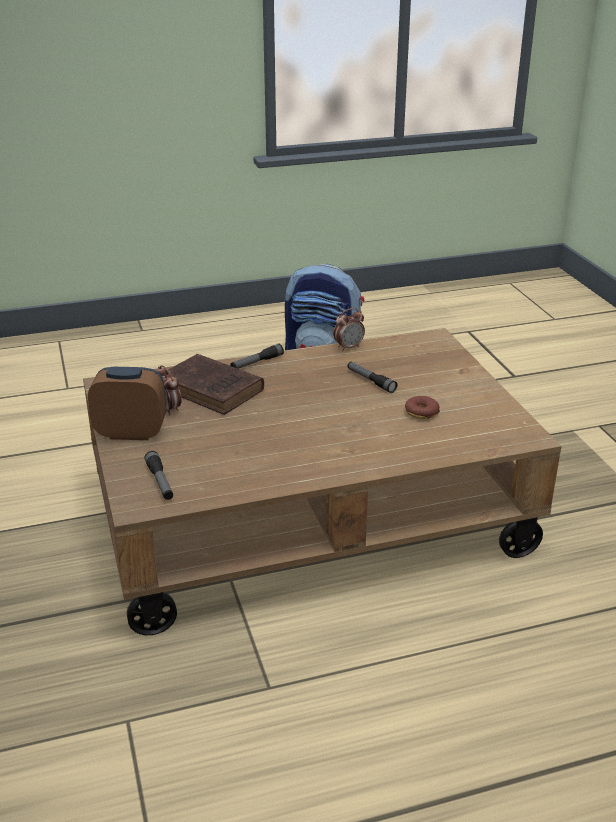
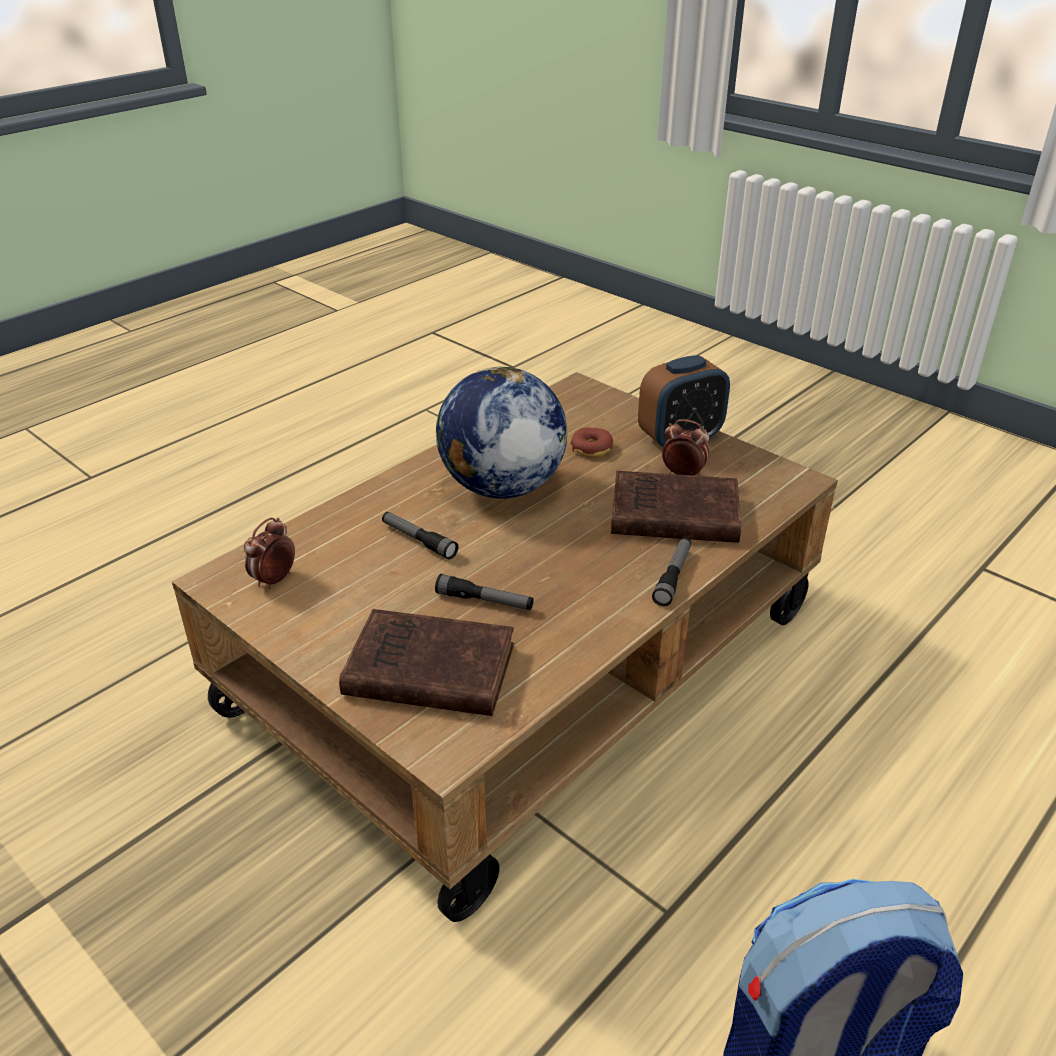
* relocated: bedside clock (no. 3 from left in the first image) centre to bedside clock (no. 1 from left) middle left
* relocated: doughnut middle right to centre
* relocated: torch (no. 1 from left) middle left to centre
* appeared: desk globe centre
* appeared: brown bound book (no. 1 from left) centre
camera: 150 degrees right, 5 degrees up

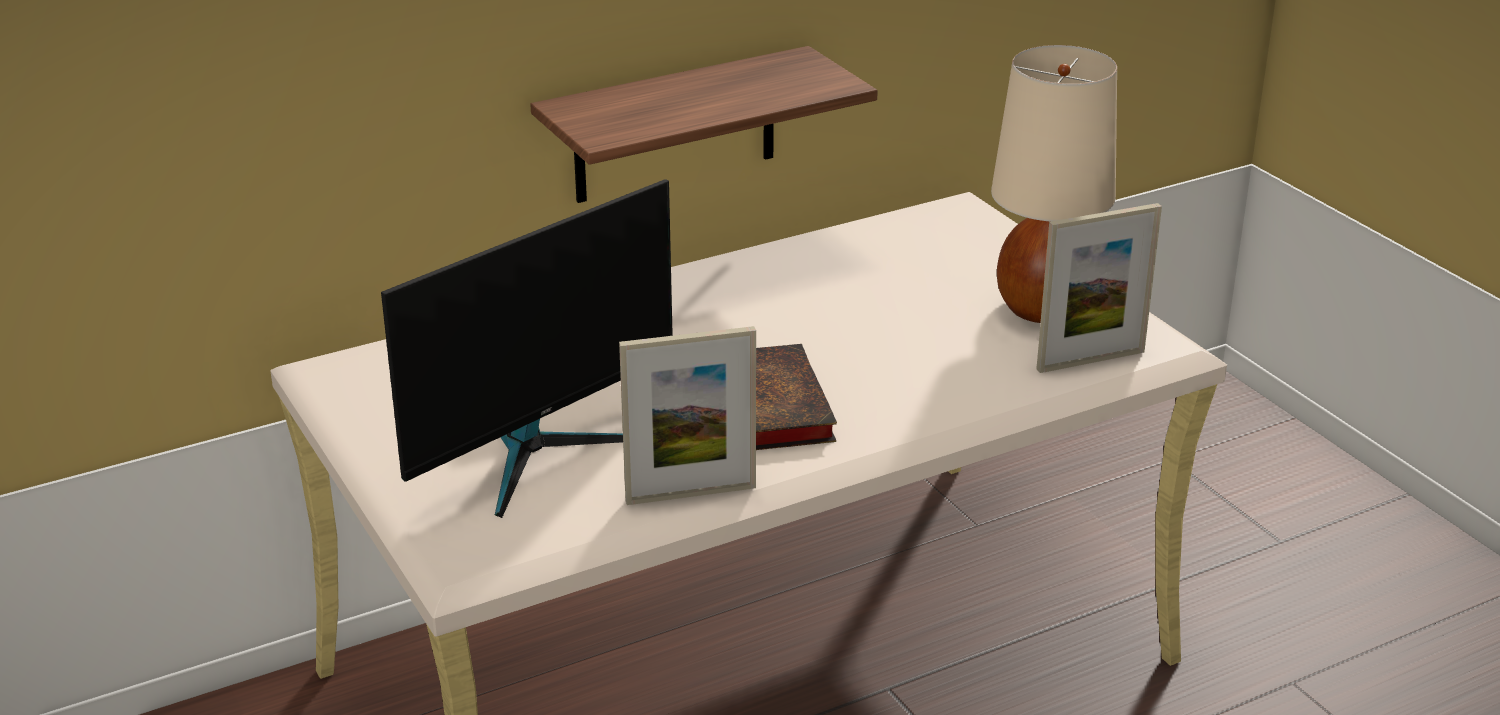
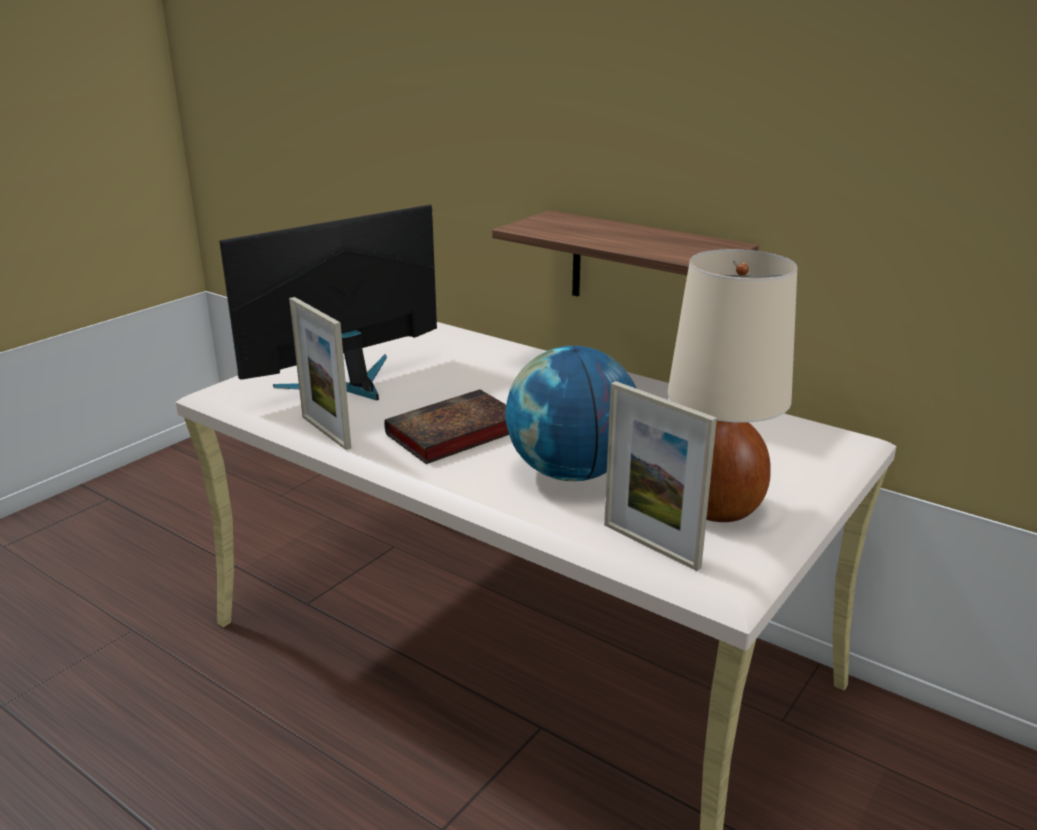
* spun: computer display centre = middle left 120 degrees clockwise
* appeared: desk globe centre
camera: 65 degrees right, 5 degrees down

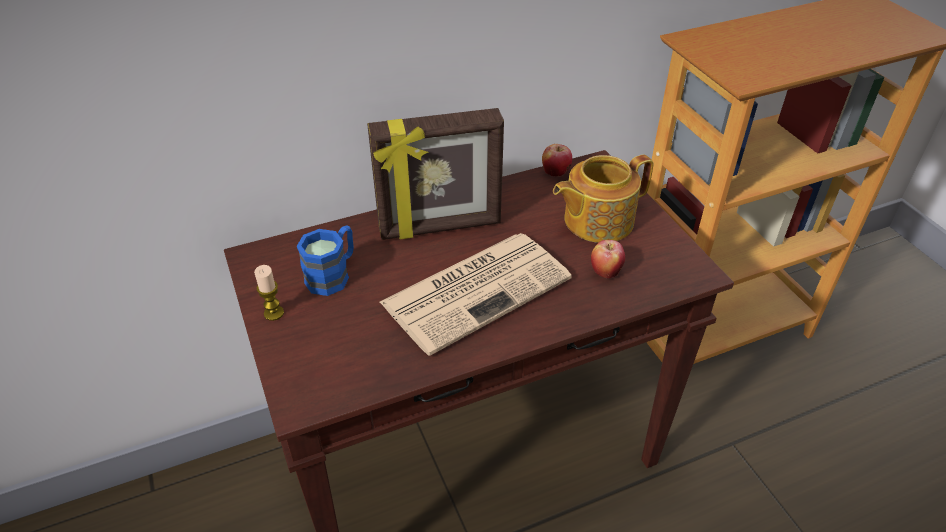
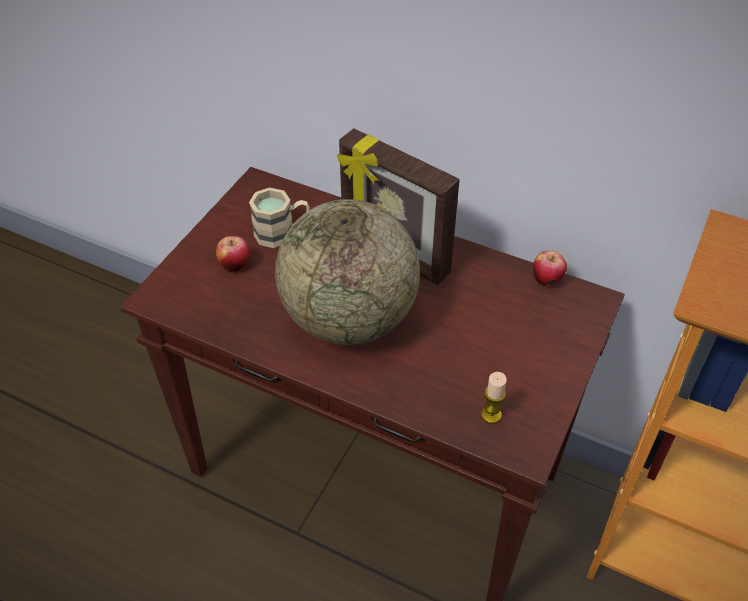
* missing: pot for tea centre
* colour: bluish tea mug centre to beige-coloured tea mug centre
* exchanged: printed paper centre to desk globe centre
* relocated: apple (no. 2 from left in the first image) centre to apple (no. 1 from left) middle left
* relocated: candle middle left to centre
camera: 50 degrees right, 5 degrees up

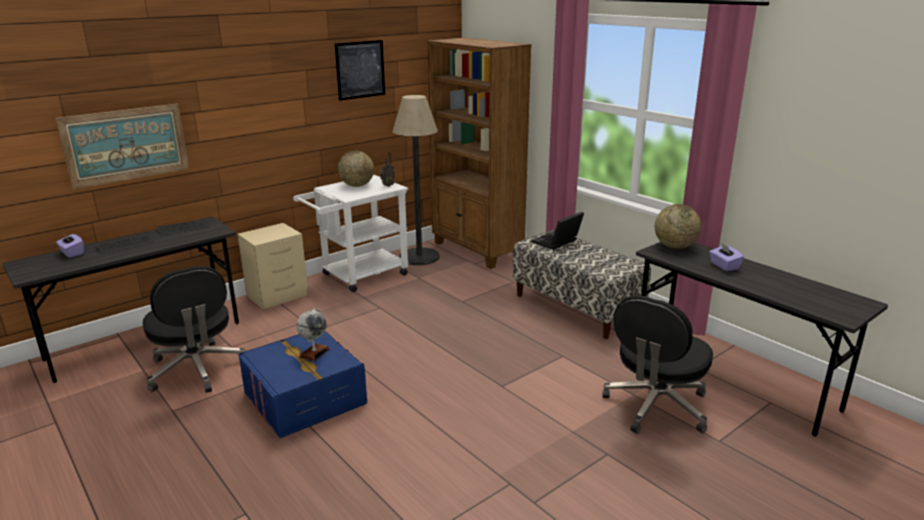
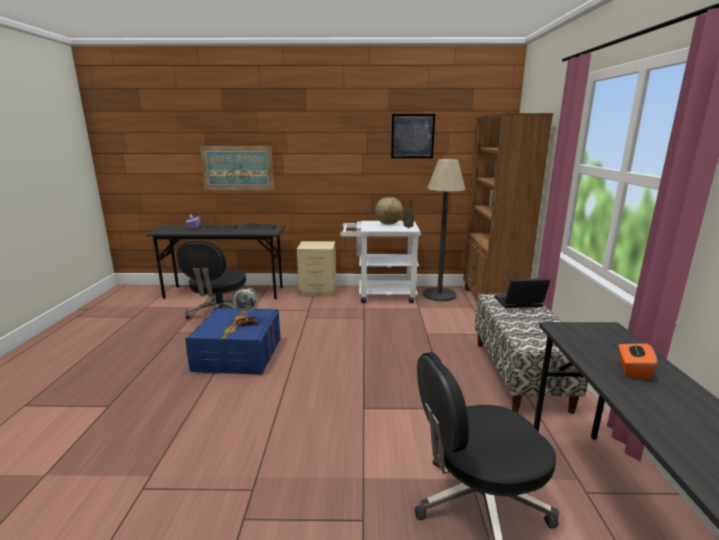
* missing: desk globe (no. 3 from left) middle right
* colour: purple box of tissues (no. 2 from left) middle right to orangey box of tissues bottom right
camera: 40 degrees right, 5 degrees down

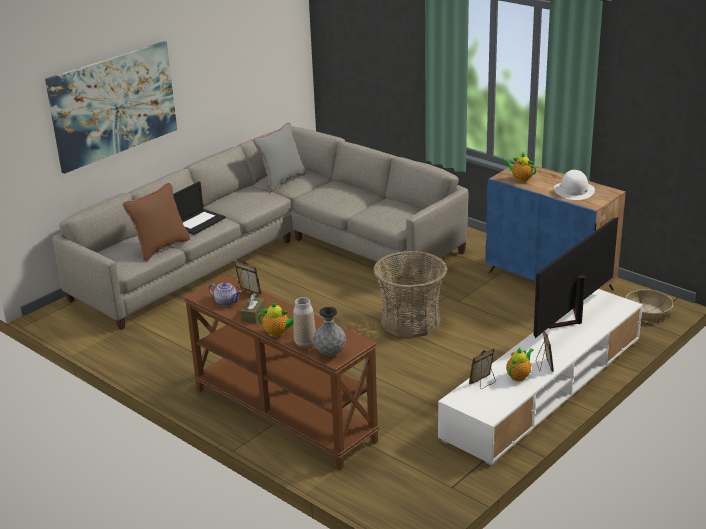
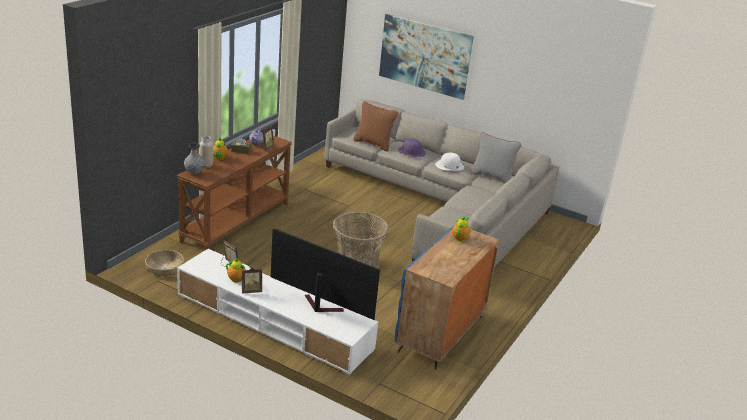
* relocated: whitish clothing hat middle right to centre
* exchanged: laptop middle left to purple clothing hat centre
* relocated: household basket (no. 2 from left in the first image) middle right to household basket (no. 1 from left) middle left
camera: 75 degrees right, 0 degrees up

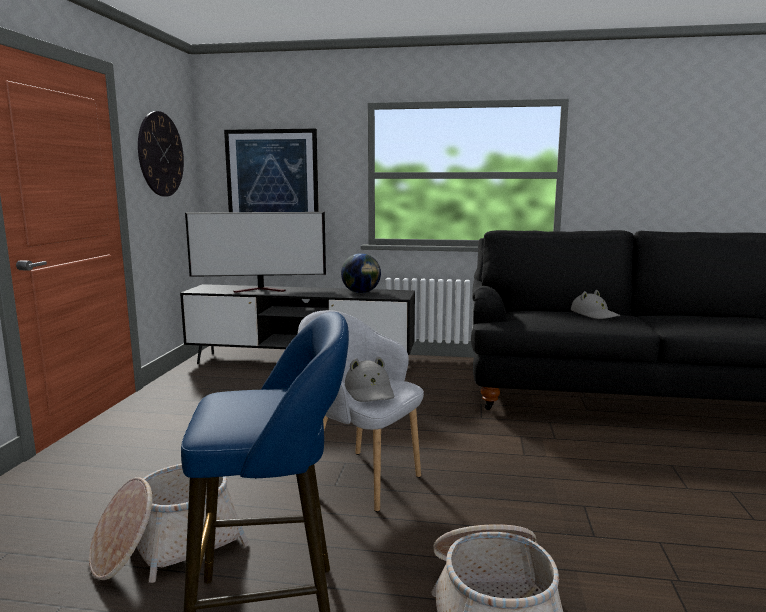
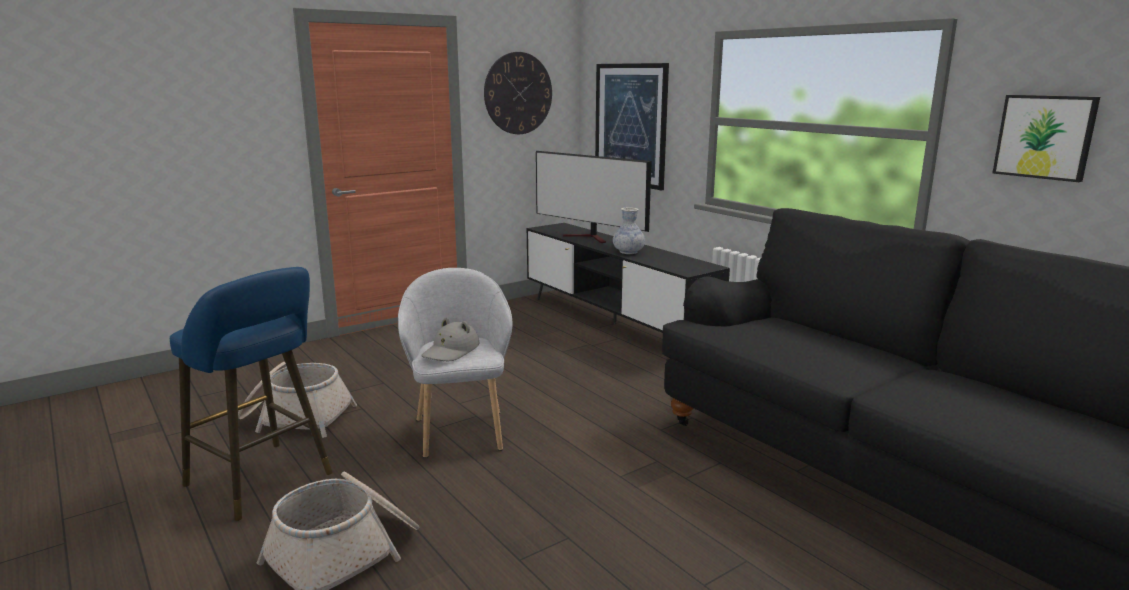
* missing: desk globe centre
* missing: grey clothing hat (no. 2 from left) middle right
* appeared: wall picture (no. 2 from left) top right
* appeared: flower vase centre
camera: 45 degrees right, 5 degrees up

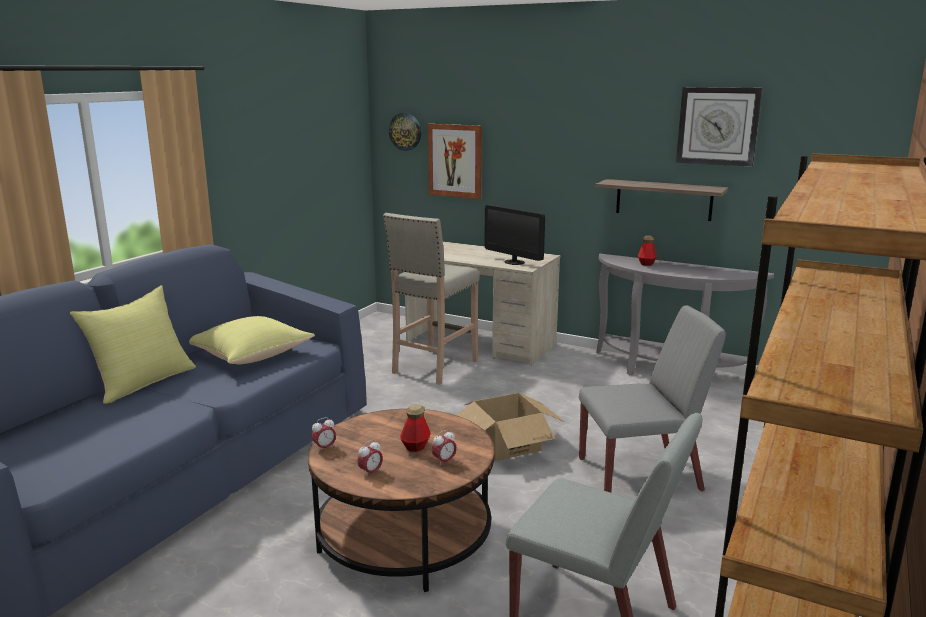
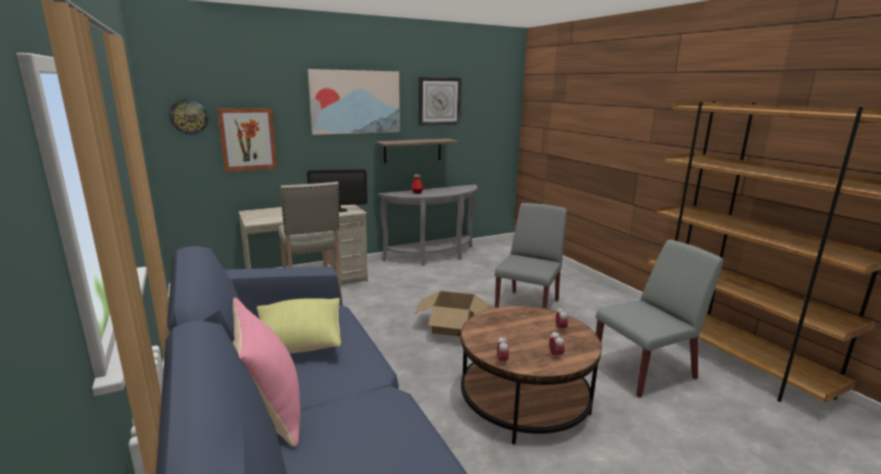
* colour: yellow-coloured pillow (no. 1 from left) middle left to pink pillow bottom left
* missing: drink bottle (no. 1 from left) bottom centre
* appeared: wall picture (no. 2 from left) top centre
camera: 55 degrees left, 0 degrees up

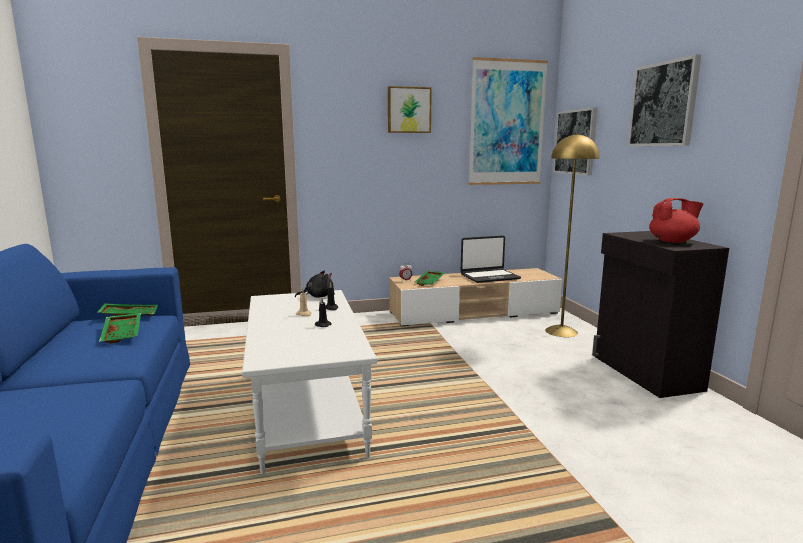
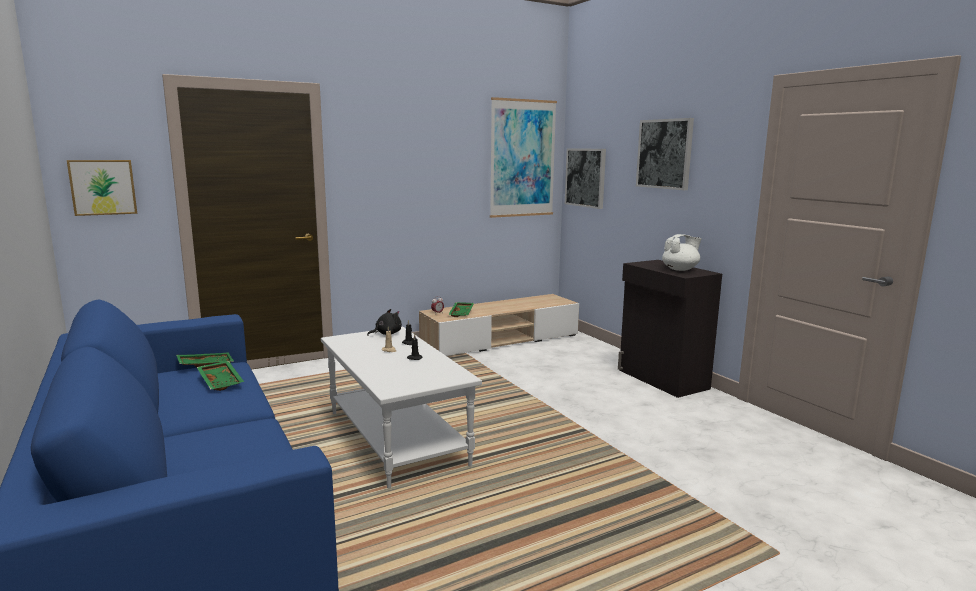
* relocated: wall picture (no. 1 from left) top centre to top left
* missing: yellow-coloured standing lamp middle right
* colour: reddish pot for tea middle right to whitish pot for tea middle right
* missing: laptop centre
camera: 15 degrees left, 0 degrees up

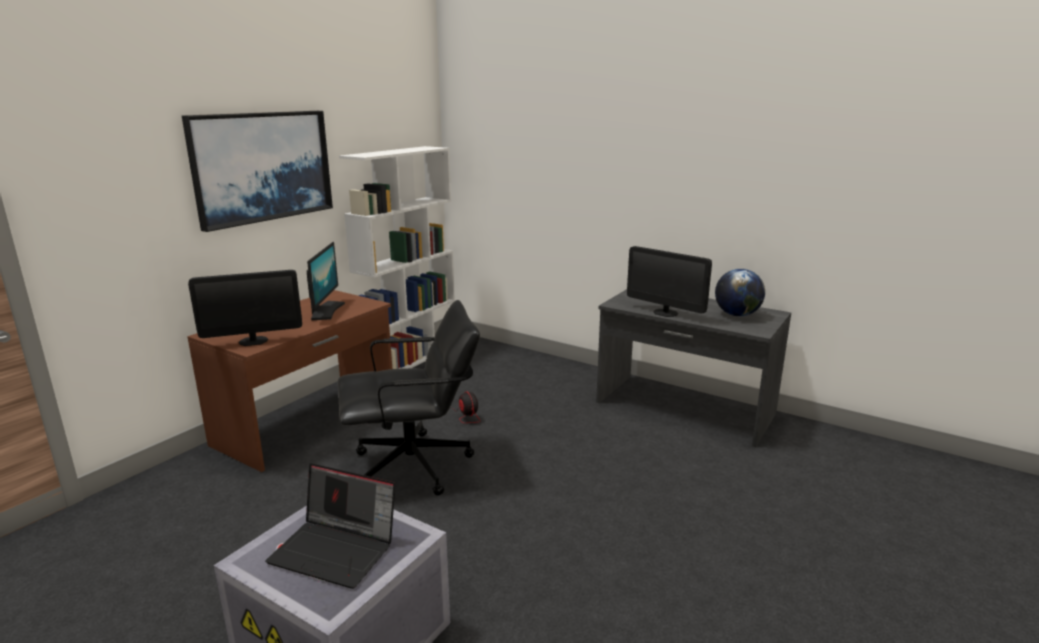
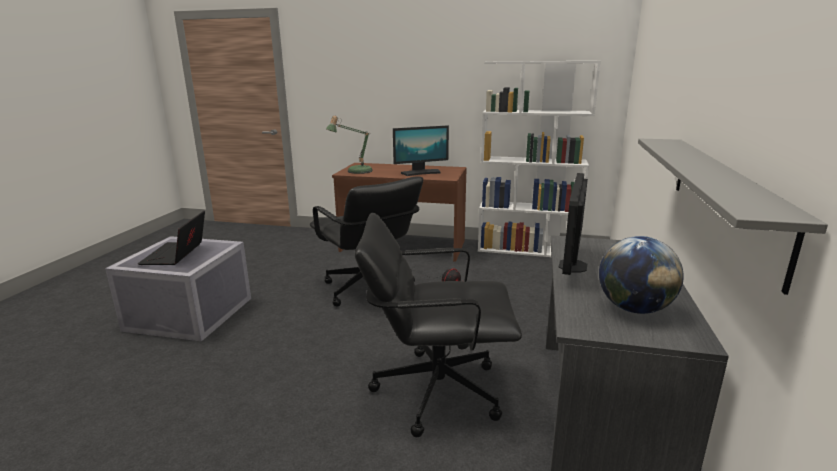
* missing: wall picture top left
* exchanged: computer display (no. 1 from left) middle left to tabletop lamp top centre
* appeared: grey shelf middle right
* appeared: black desk chair (no. 2 from left) bottom centre
camera: 70 degrees right, 0 degrees up

